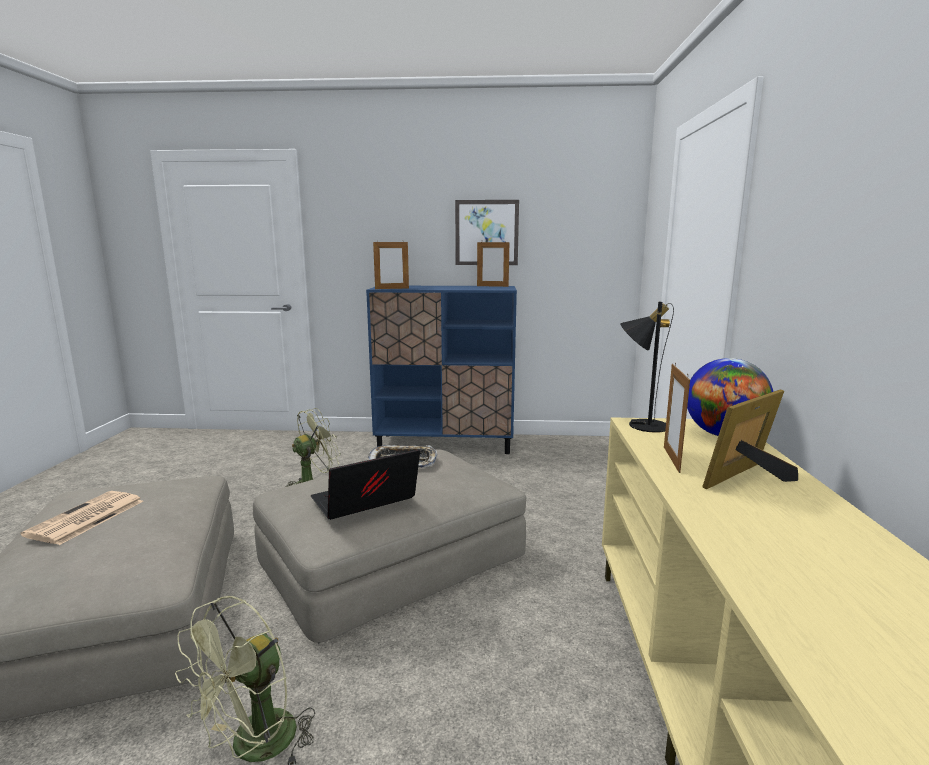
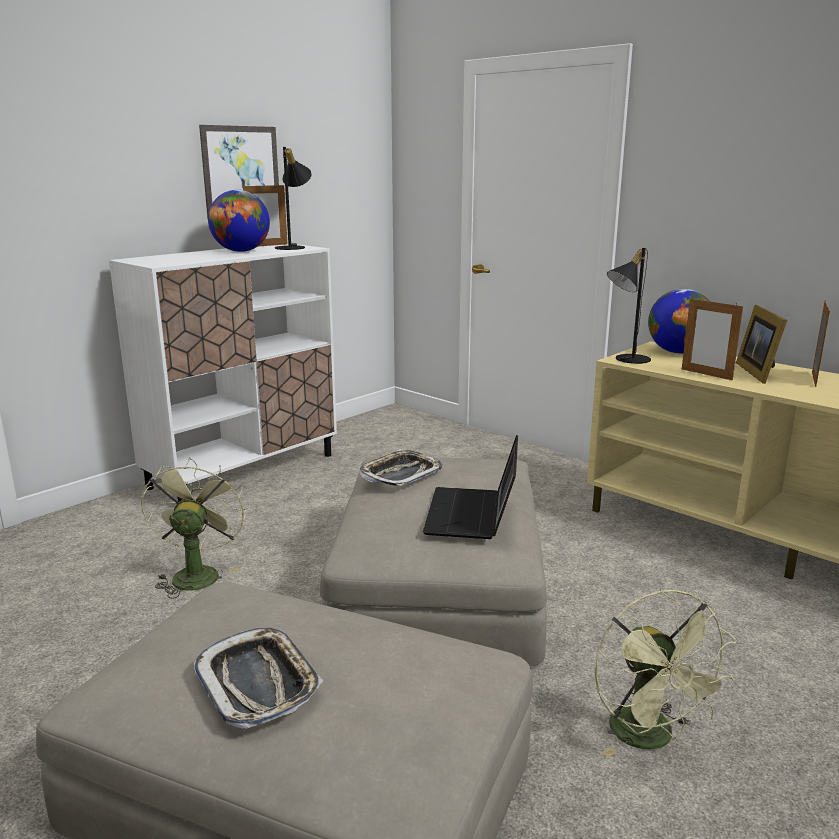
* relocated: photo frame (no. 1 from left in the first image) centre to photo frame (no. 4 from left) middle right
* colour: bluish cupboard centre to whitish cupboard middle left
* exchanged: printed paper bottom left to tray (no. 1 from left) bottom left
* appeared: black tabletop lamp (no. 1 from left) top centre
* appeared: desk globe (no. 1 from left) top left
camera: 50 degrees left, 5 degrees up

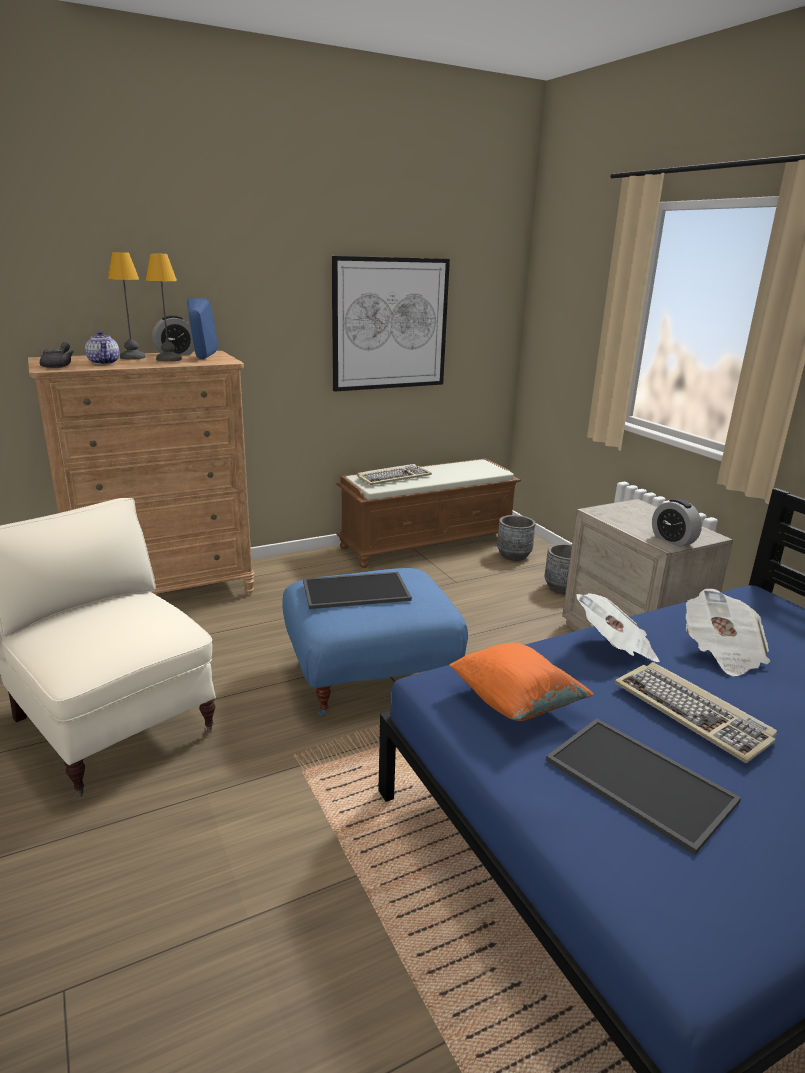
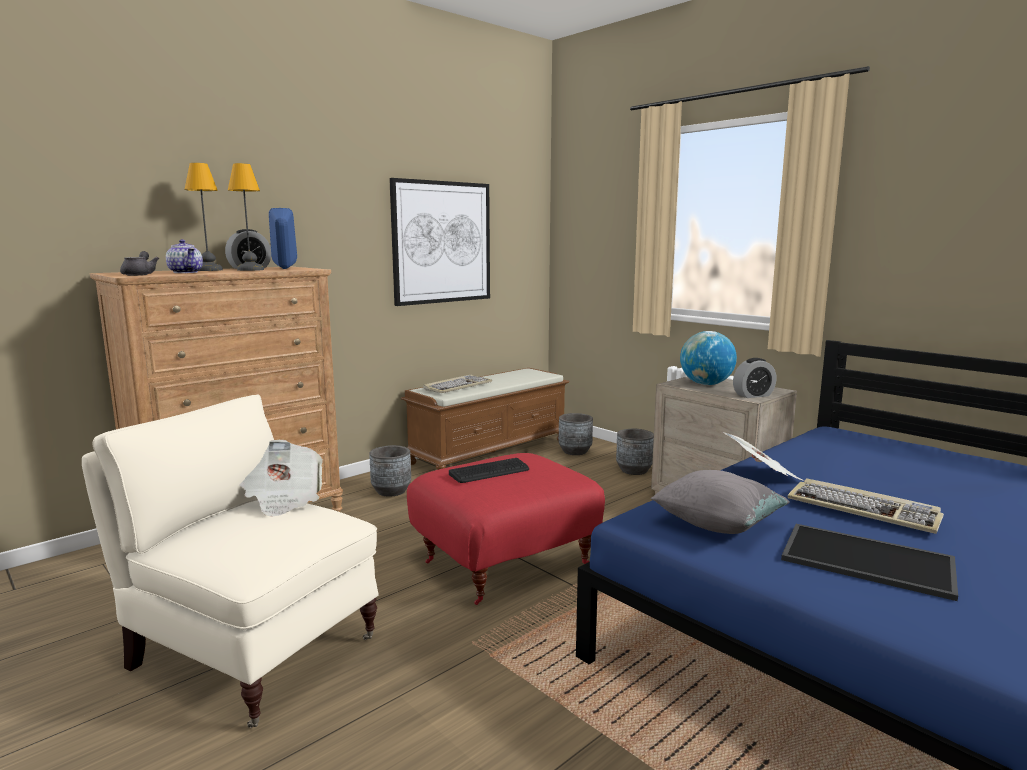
* spun: bedside clock (no. 2 from left) middle right = middle right 60 degrees counterclockwise
* colour: bluish ottoman centre to reddish ottoman bottom centre
* exchanged: tray (no. 1 from left) centre to keyboard (no. 2 from left) centre
* relocated: printed paper (no. 2 from left in the first image) middle right to printed paper (no. 1 from left) middle left
* colour: orangey pillow centre to grey pillow middle right
* appeared: desk globe middle right
* appeared: grey plant pot (no. 1 from left) centre
camera: 15 degrees left, 10 degrees down

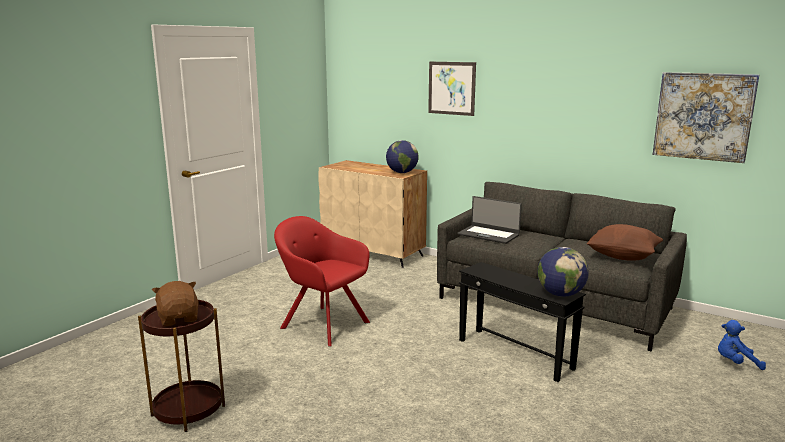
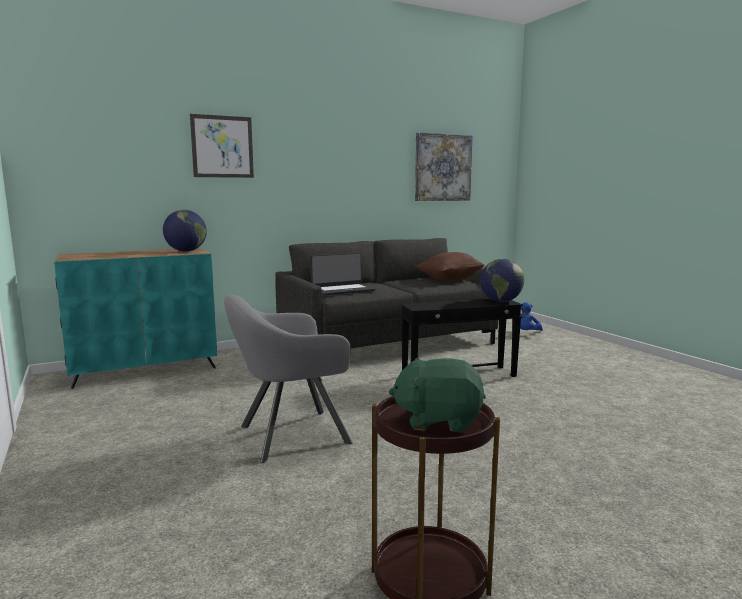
* colour: beige-coloured cupboard centre to blue-green cupboard middle left
* colour: reddish armchair centre to grey armchair centre
* colour: brown soft toy bottom left to green soft toy centre
camera: 60 degrees left, 5 degrees down

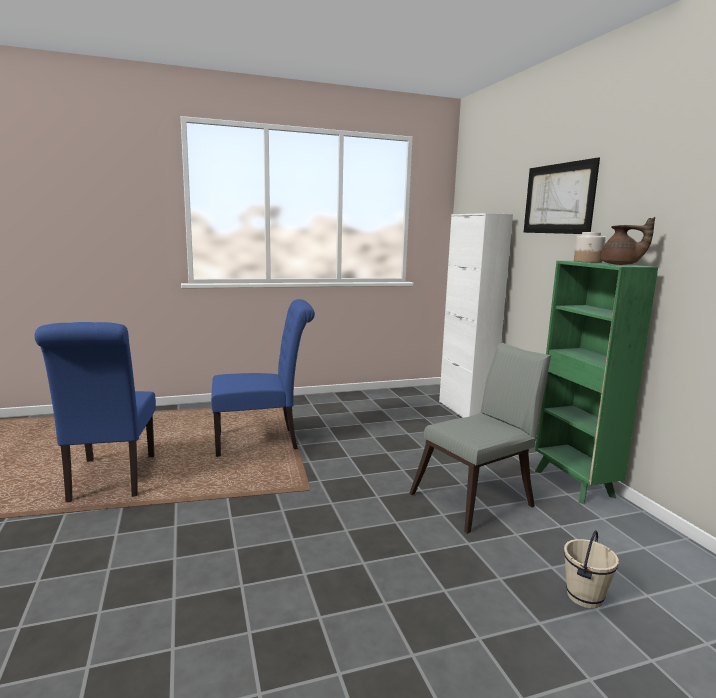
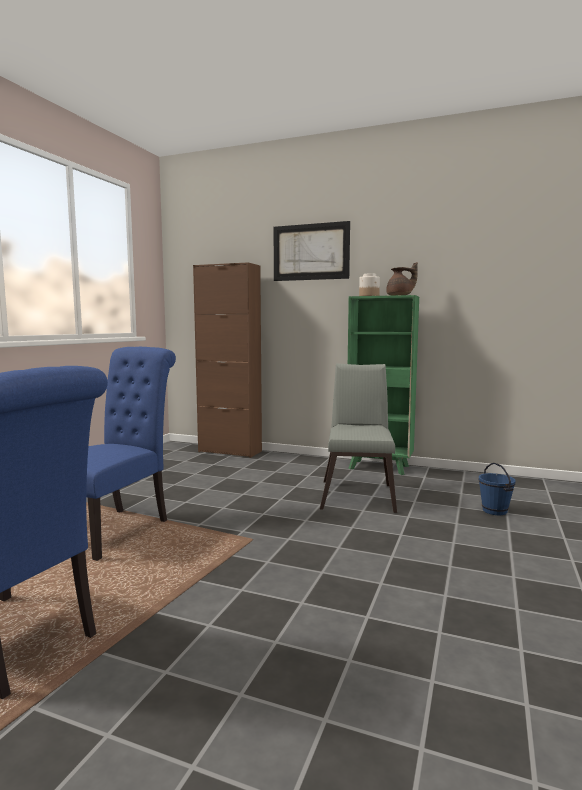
* colour: whitish cupboard centre to brown cupboard centre
* colour: beige-coloured water bucket bottom right to bluish water bucket middle right
camera: 50 degrees left, 5 degrees down

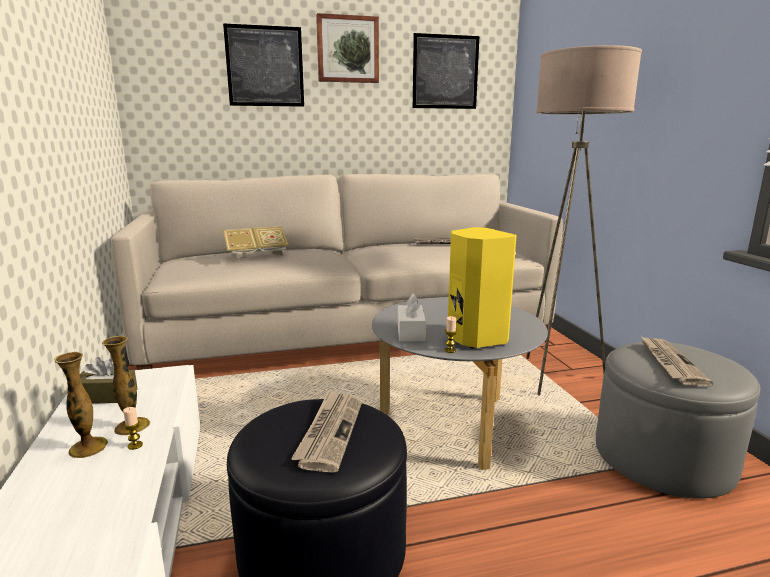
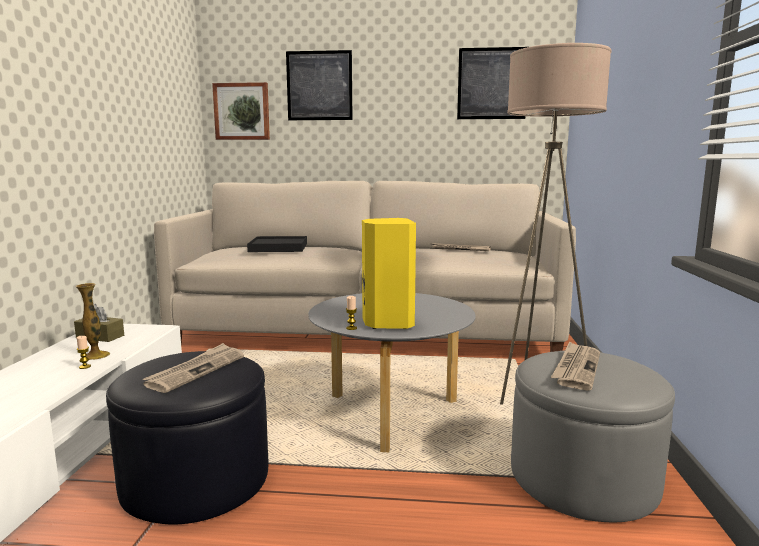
* relocated: wall picture (no. 2 from left in the first image) top centre to wall picture (no. 1 from left) top left
* exchanged: bound book middle left to black tray centre
* missing: whitish box of tissues centre
* missing: flower vase (no. 1 from left) bottom left
camera: 20 degrees right, 5 degrees down

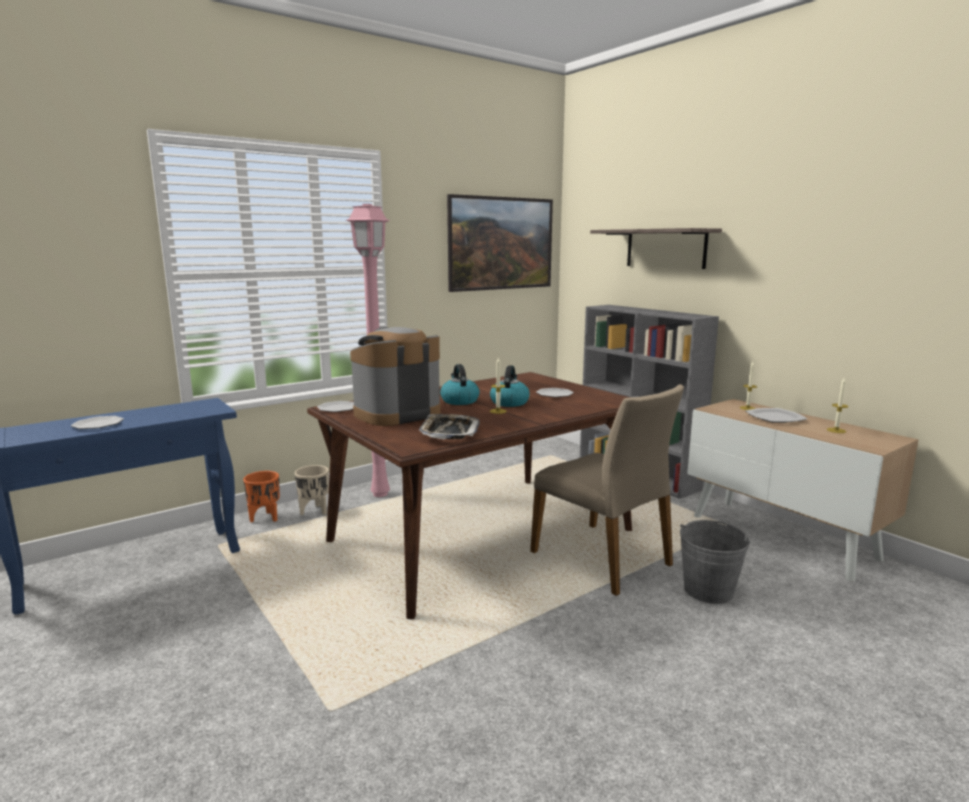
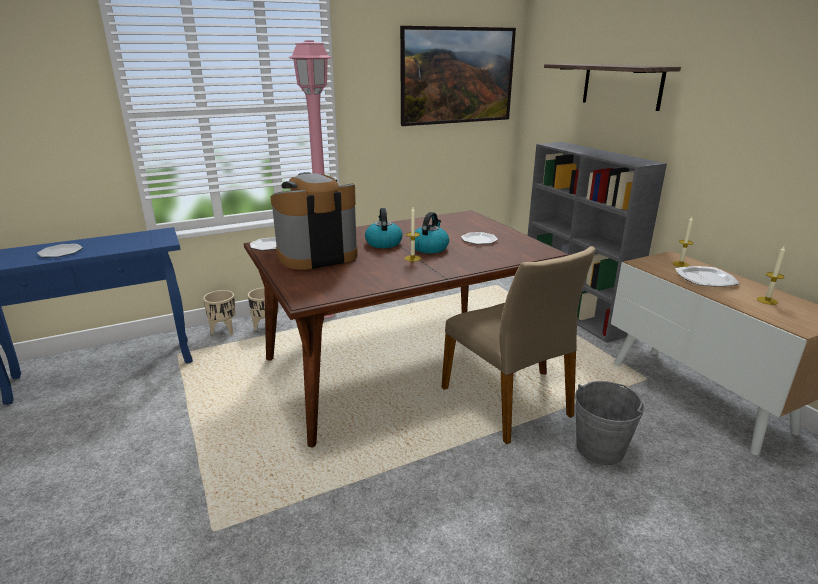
* missing: tray centre
* colour: orangey plant pot middle left to beige-coloured plant pot (no. 1 from left) middle left
camera: 10 degrees right, 10 degrees up

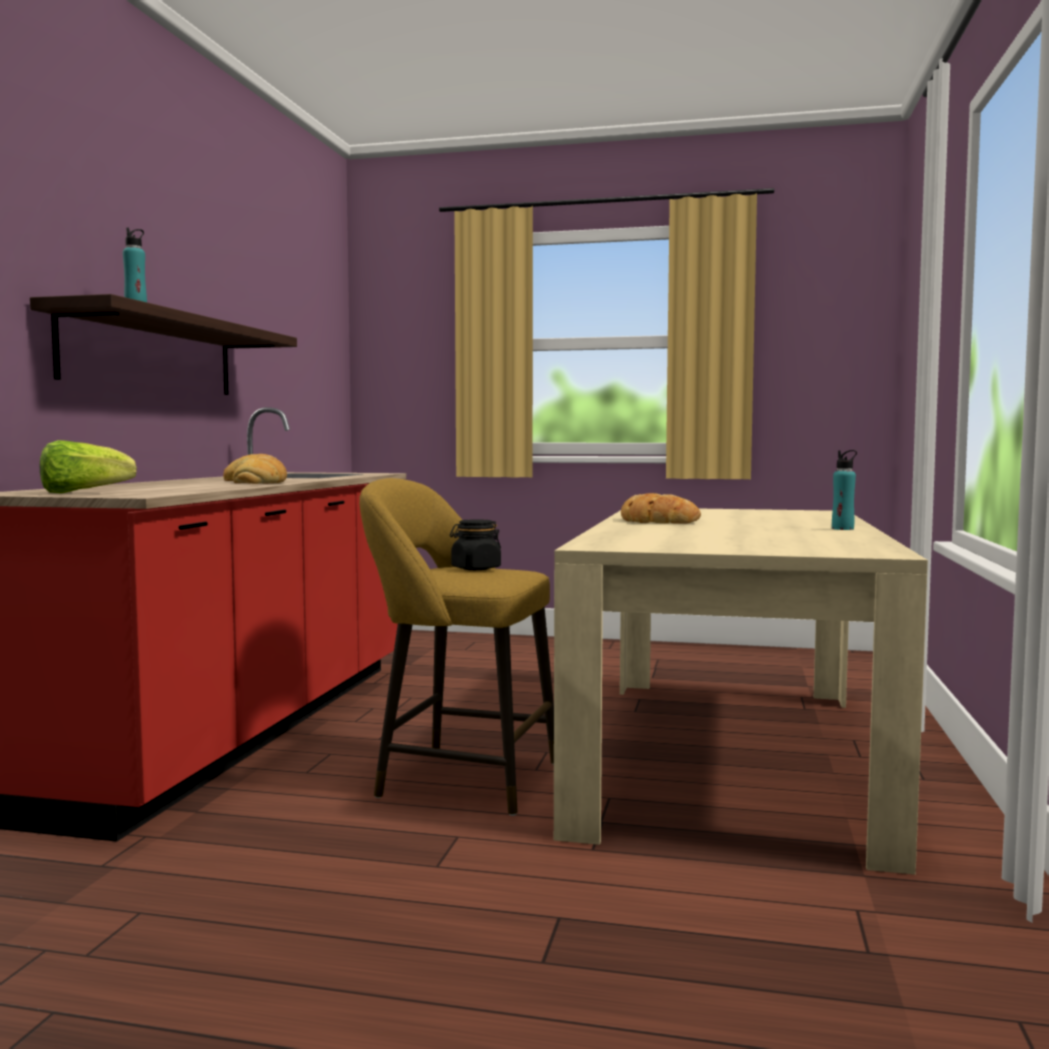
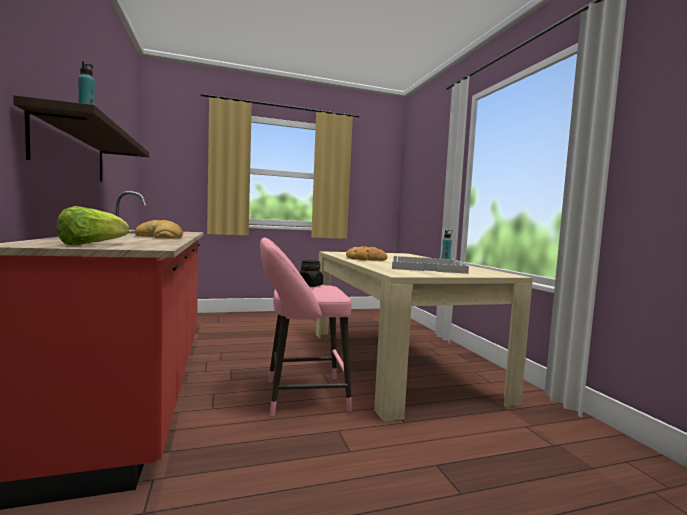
* colour: yellow-coloured stool seat centre to pink stool seat centre
* appeared: whitish tray centre
camera: 30 degrees left, 0 degrees up

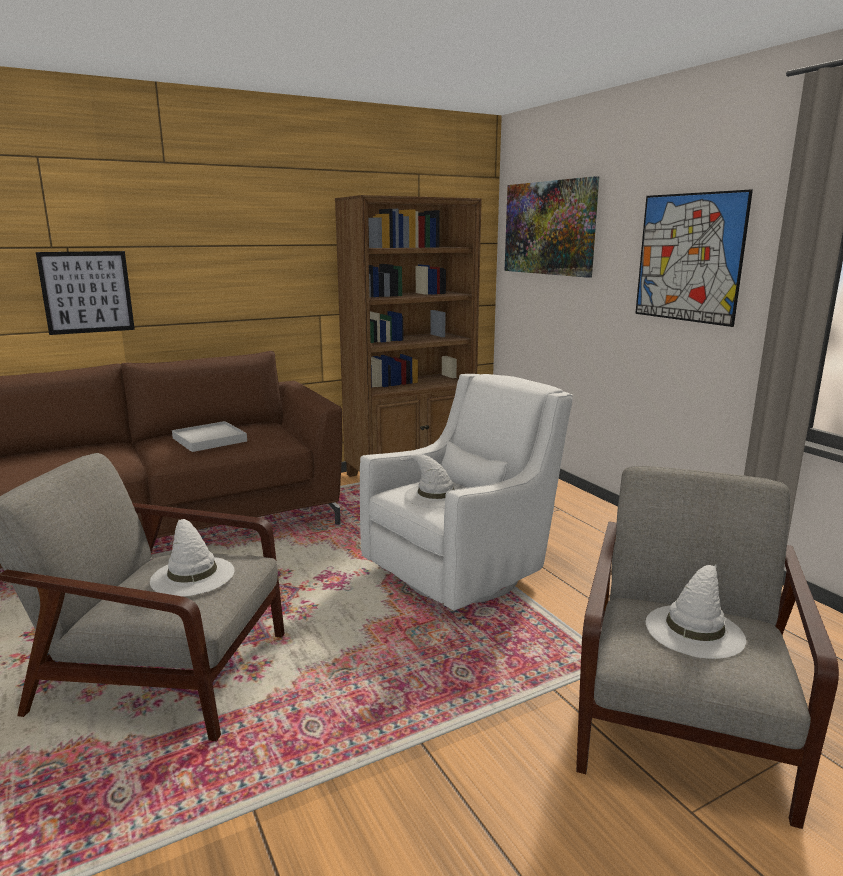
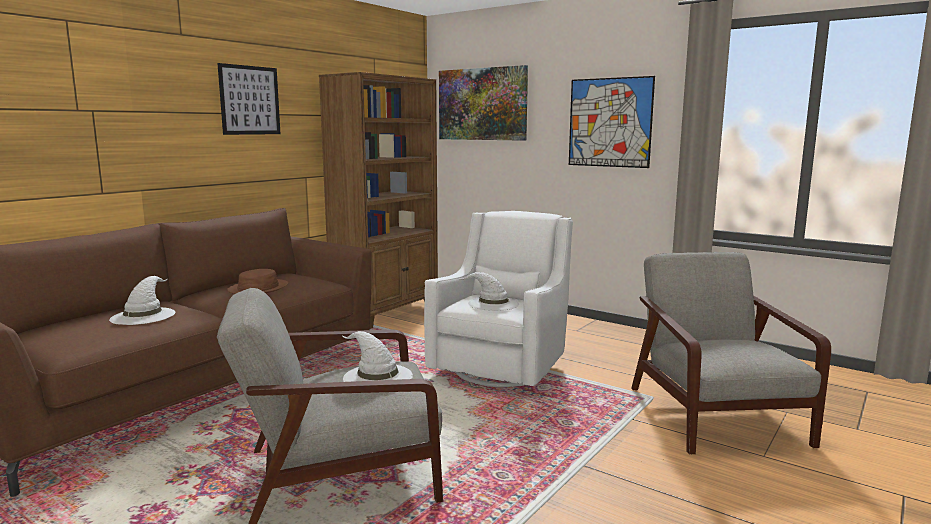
* relocated: wall picture (no. 1 from left) middle left to top left
* exchanged: whitish tray middle left to brown clothing hat middle left
* relocated: whitish clothing hat (no. 3 from left in the first image) bottom right to whitish clothing hat (no. 1 from left) middle left
camera: 25 degrees left, 5 degrees down

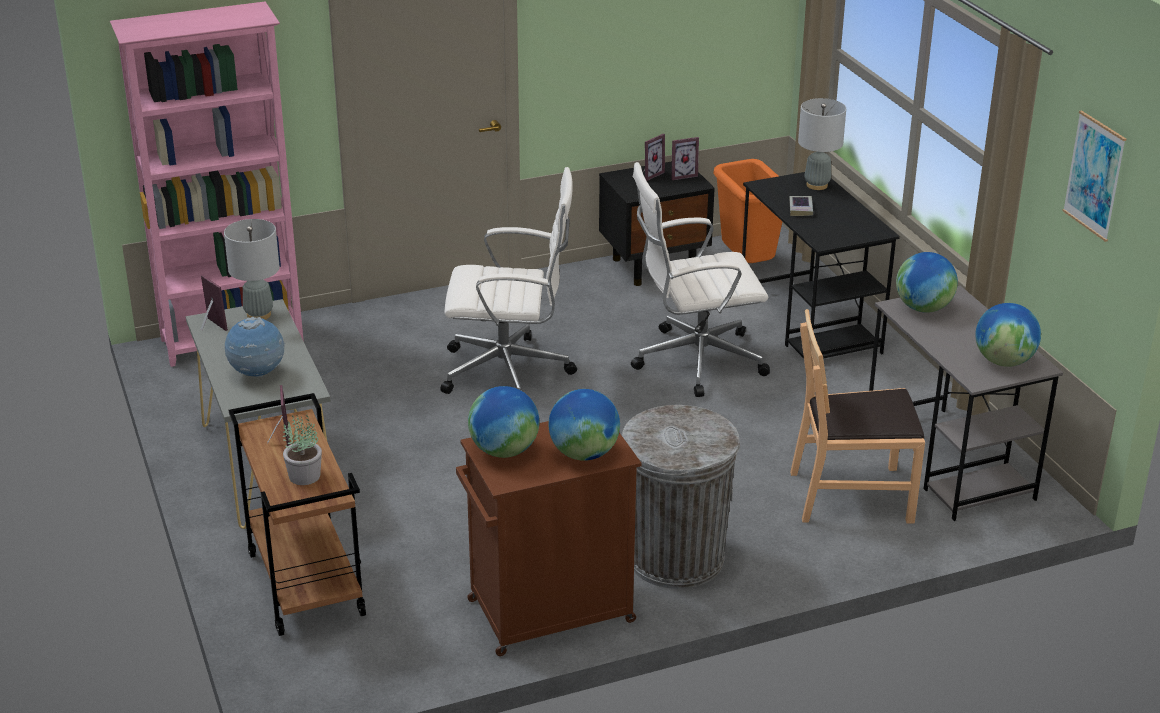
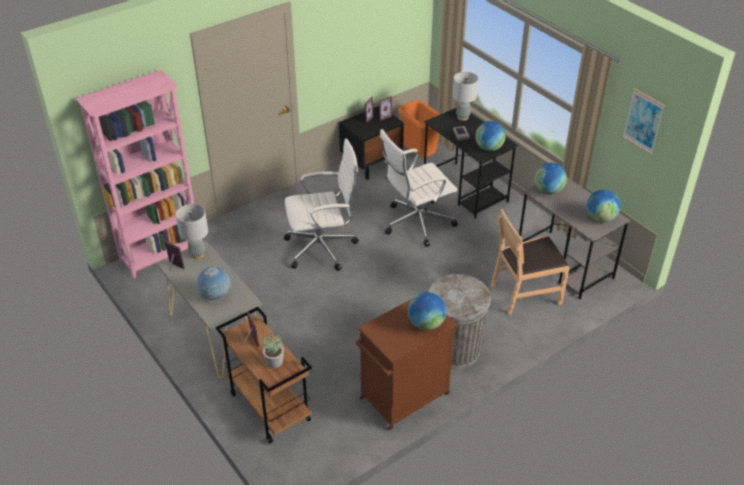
* relocated: desk globe (no. 2 from left in the first image) centre to desk globe (no. 3 from left) top centre
camera: 15 degrees left, 10 degrees up

